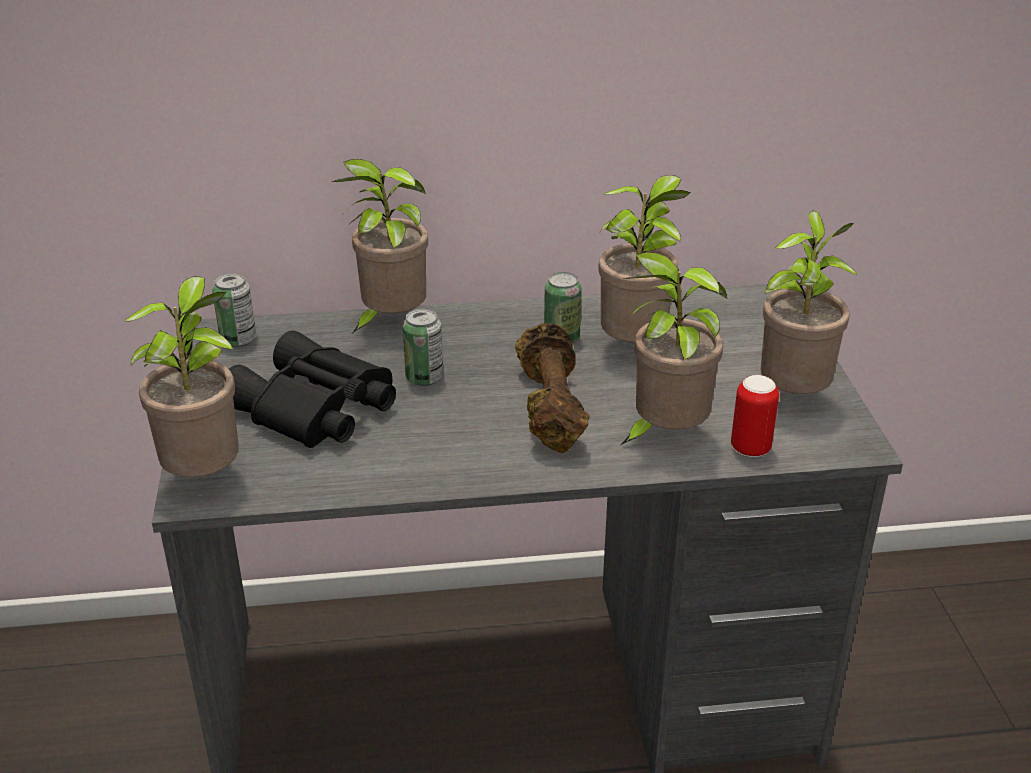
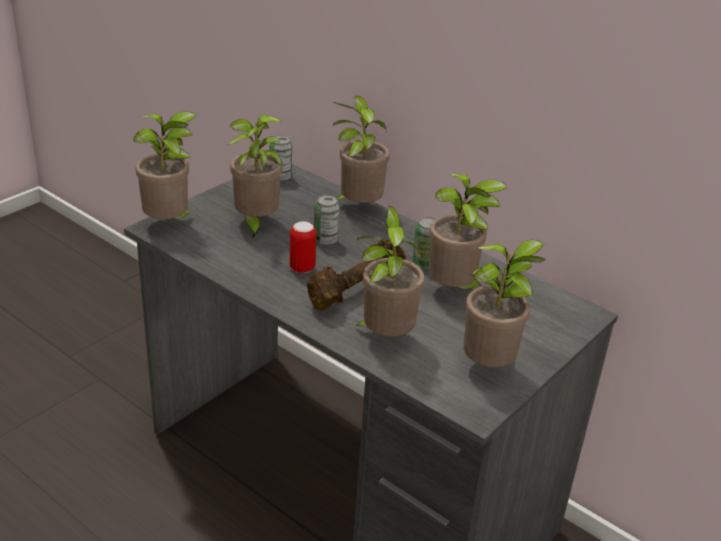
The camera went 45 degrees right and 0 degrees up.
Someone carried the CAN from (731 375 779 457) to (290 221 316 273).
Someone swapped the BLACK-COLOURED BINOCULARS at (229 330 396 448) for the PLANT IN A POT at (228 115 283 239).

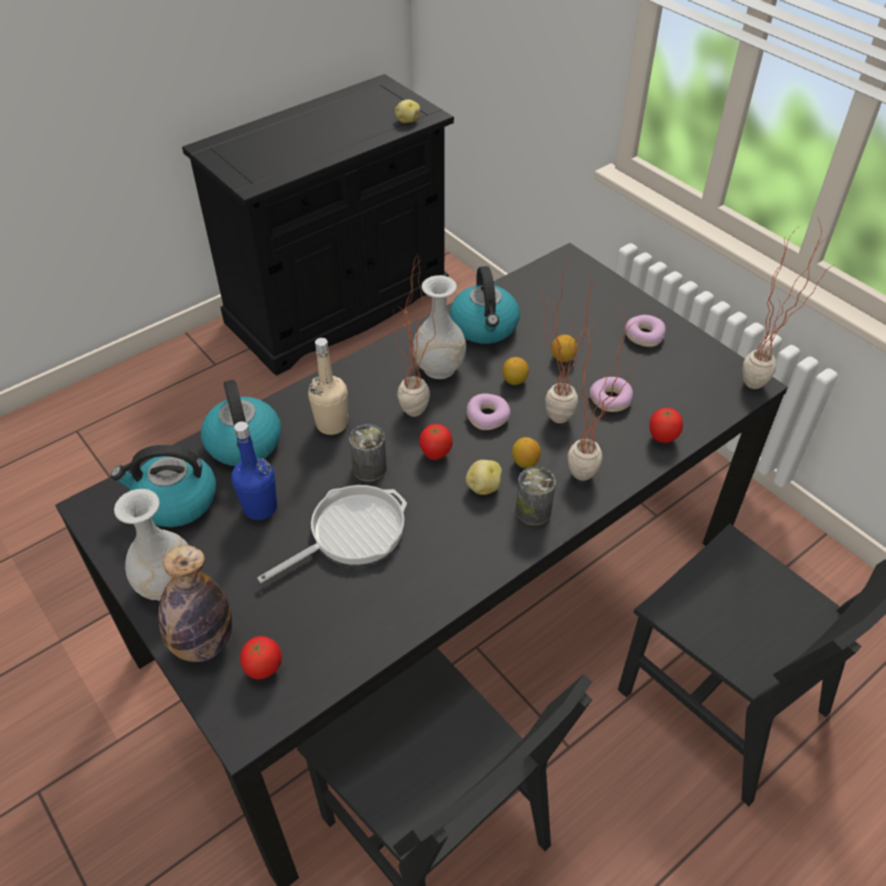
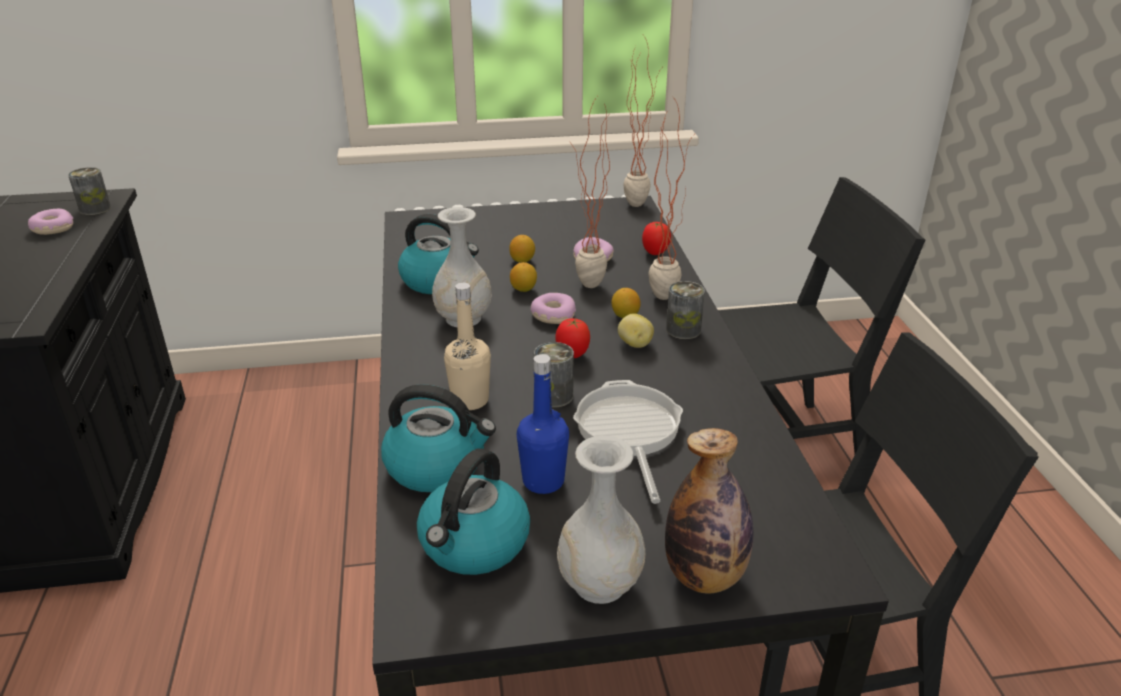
The camera went 60 degrees left and 15 degrees down.
Someone took away the WHOLE TOMATO at (240 636 282 680).
Someone took away the PLANT IN A POT at (393 253 436 417).
Someone carried the DOUGHNUT from (625 315 666 347) to (28 209 73 235).
Someone swapped the POTATO at (395 99 420 123) for the CAN at (68 167 111 215).

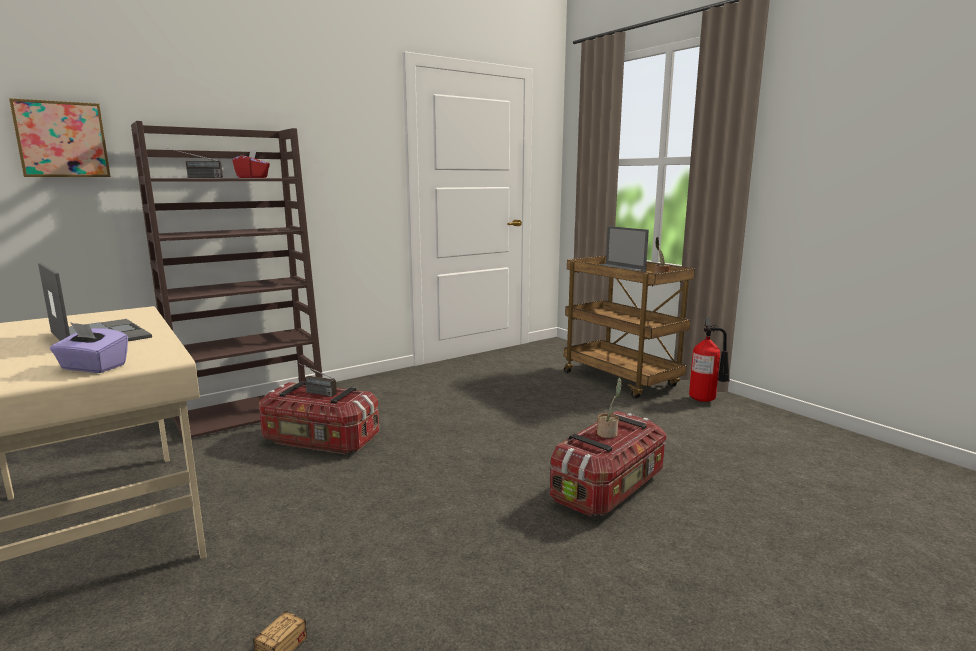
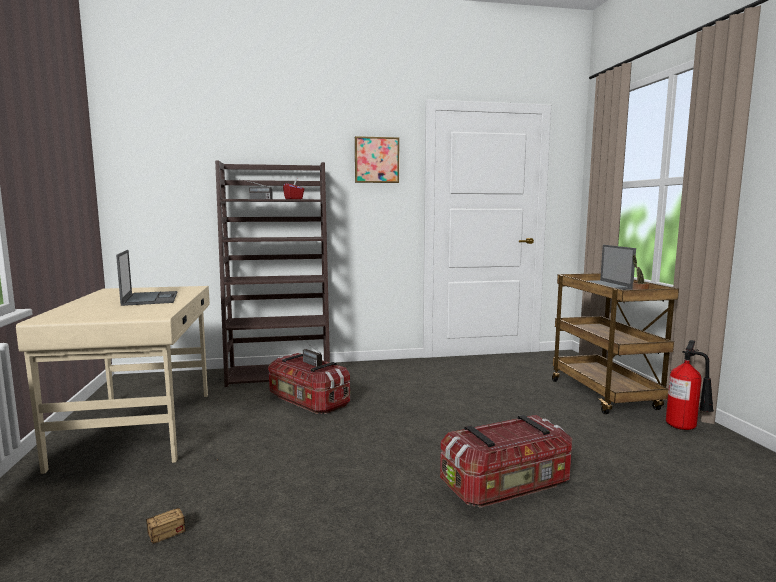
The camera went 25 degrees right and 5 degrees down.
Someone took away the PURPLISH BOX OF TISSUES at (50 322 128 373).
Someone took away the PLANT IN A POT at (597 378 622 438).
Someone carried the WALL PICTURE from (9 98 111 177) to (355 136 399 183).

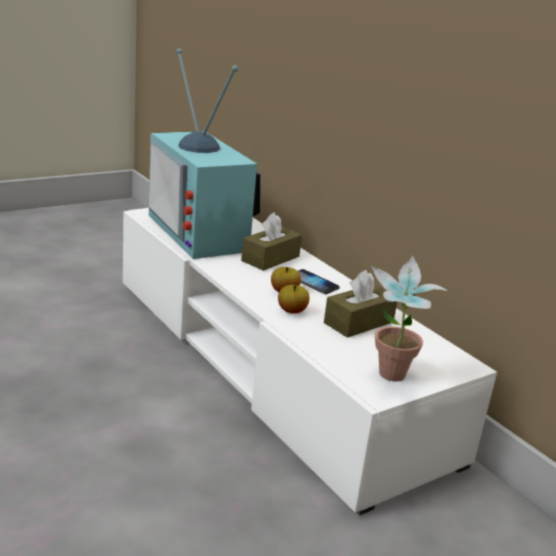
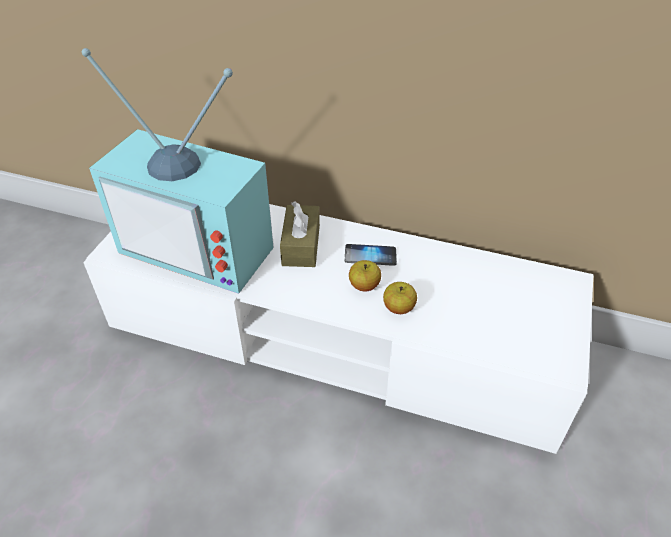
The camera went 35 degrees left and 20 degrees up.
Someone took away the BROWN BOX OF TISSUES at (324 270 397 338).
Someone took away the PLANT IN A POT at (371 256 449 382).

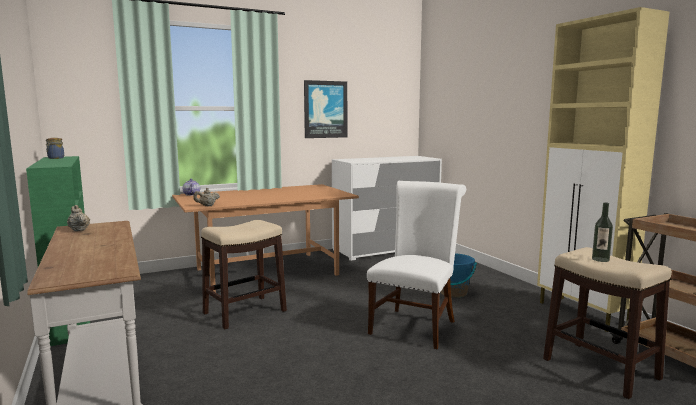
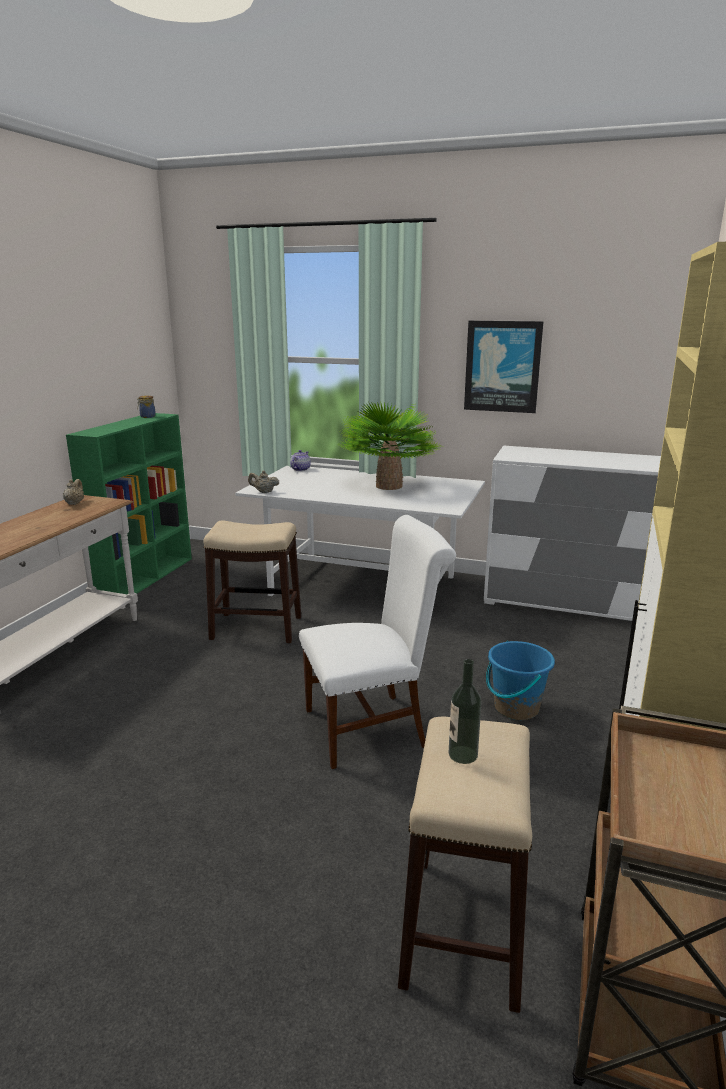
The camera went 45 degrees right and 10 degrees up.
Someone put down the PLANT IN A POT at (339 401 443 490).
Someone repainted the BROWN DINNER TABLE at (172 184 359 292), which became the WHITE DINNER TABLE at (235 466 485 596).

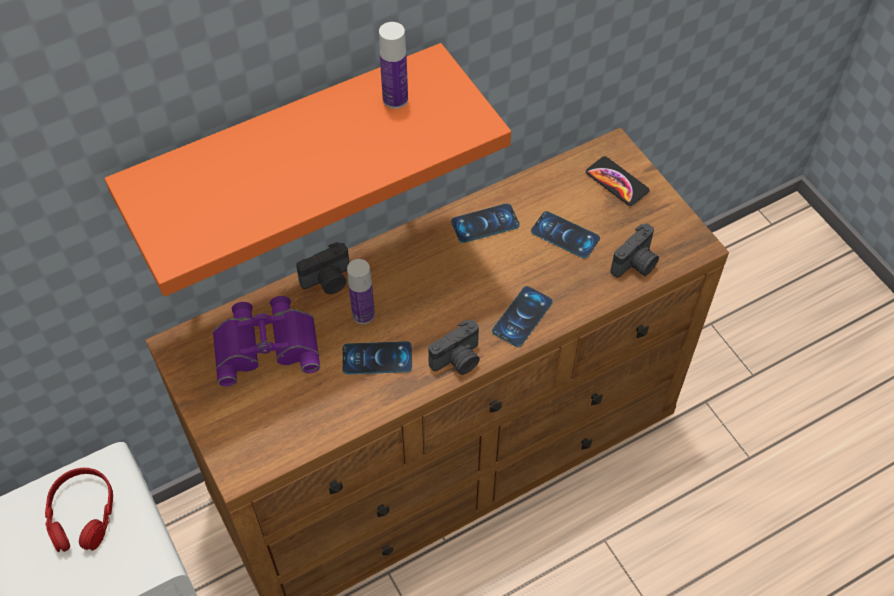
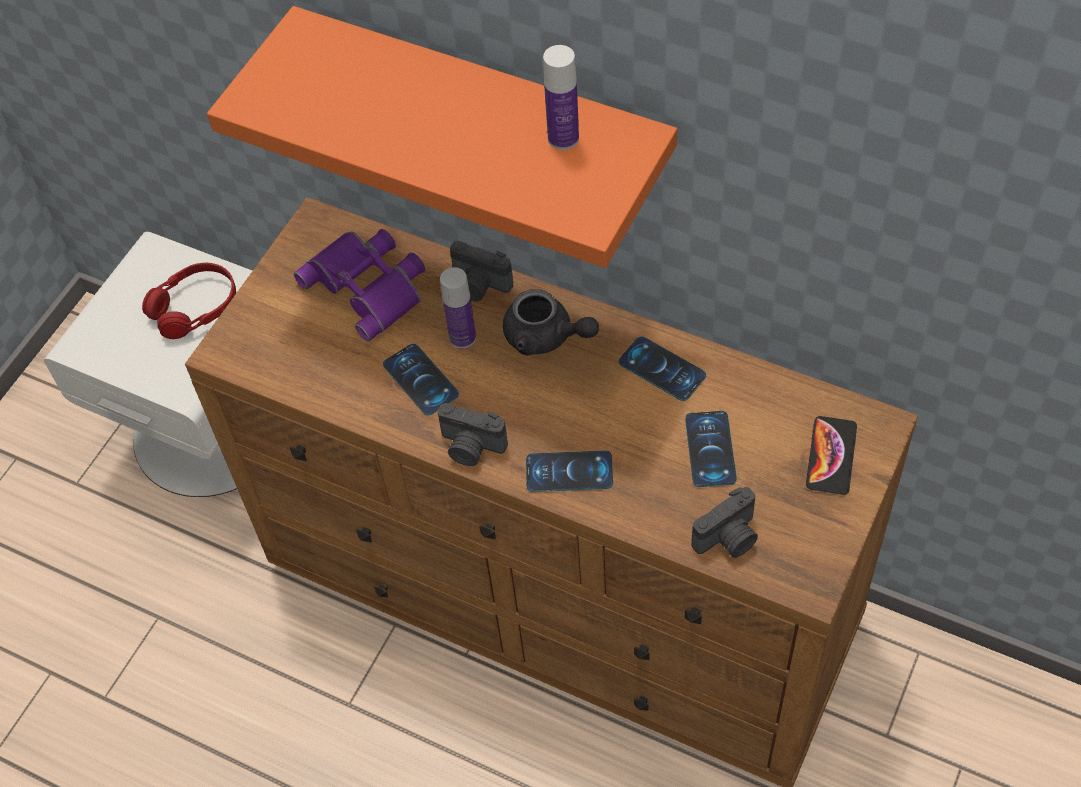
The camera went 60 degrees right and 0 degrees up.
Someone put down the GRAY POT FOR TEA at (503 289 599 356).
Someone rotated the PHOTO CAMERA at (610 224 659 278) by 45 degrees counterclockwise.

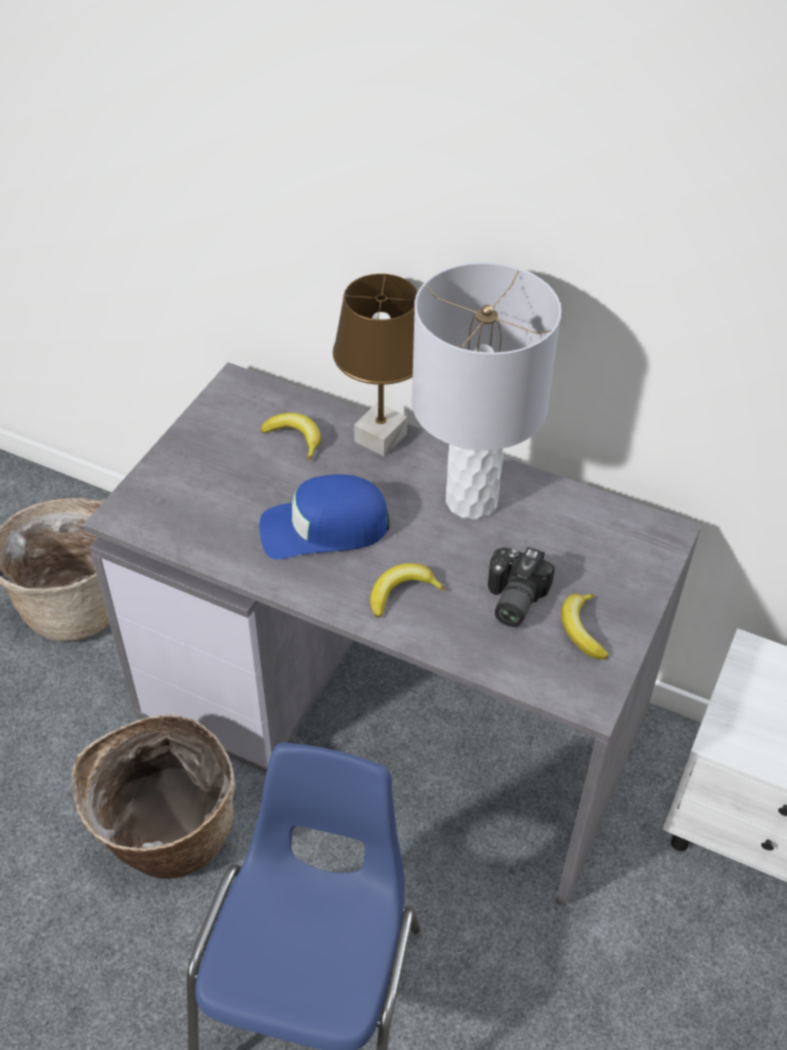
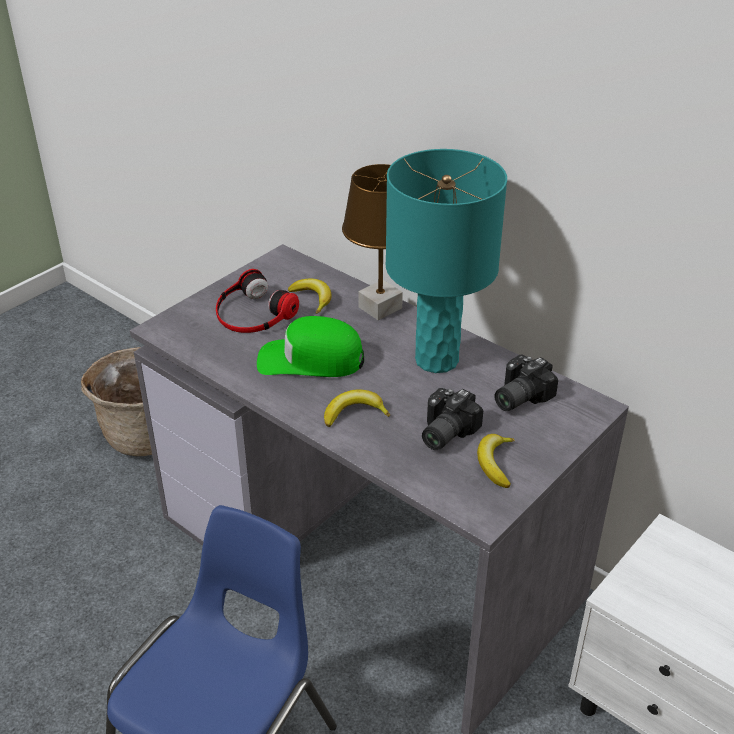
The camera went 15 degrees right and 10 degrees down.
Someone took away the HOUSEHOLD BASKET at (72 714 235 879).
Someone put down the PAIR OF HEADPHONES at (216 269 299 333).
Someone put down the PHOTO CAMERA at (494 355 558 411).
Someone repainted the BLUE PEAKED CAP at (259 474 390 559), which became the GREEN-COLOURED PEAKED CAP at (257 316 364 377).
Someone repainted the GRAY TABLETOP LAMP at (412 262 562 520), which became the TURQUOISE-COLOURED TABLETOP LAMP at (386 149 507 373).

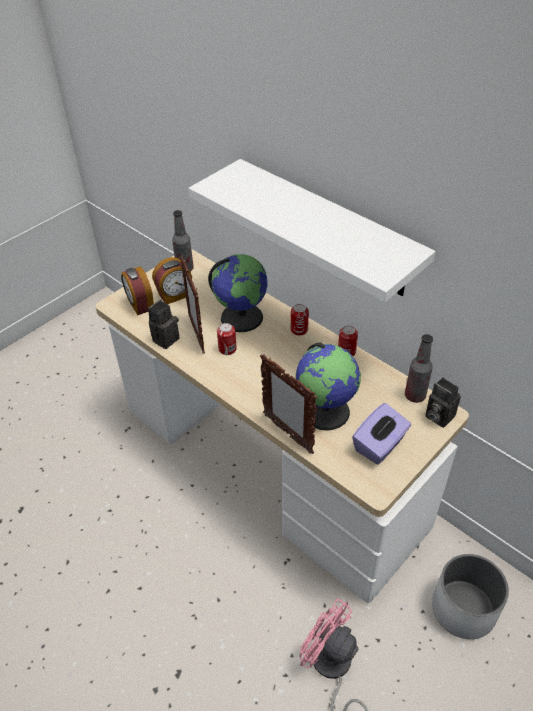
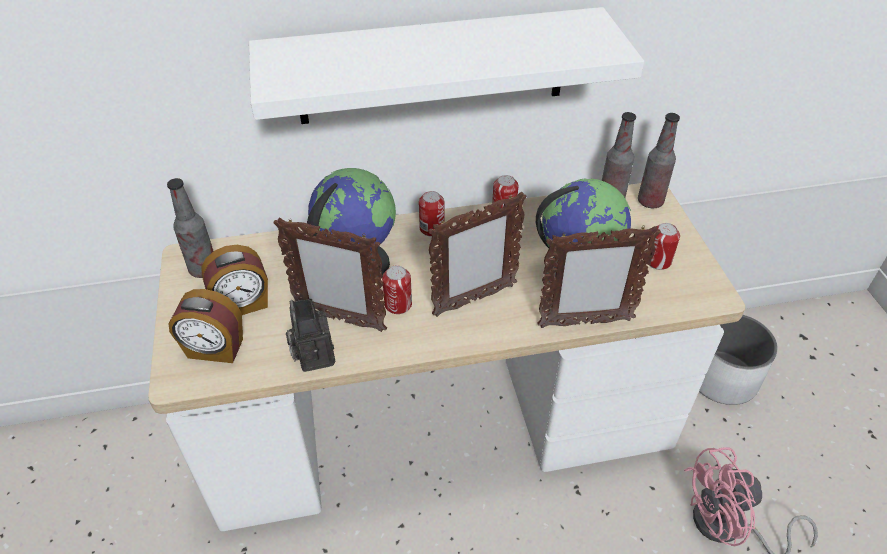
The camera went 55 degrees left and 0 degrees up.
Someone put down the STANDING FRAME at (428 192 527 317).
Someone swapped the PURPLISH BOX OF TISSUES at (352 403 411 465) for the CAN at (648 223 680 270).
Someone swapped the PHOTO CAMERA at (425 378 461 428) for the BOTTLE at (638 113 680 208).
Someone rotated the BEDSIDE CLOCK at (152 257 192 305) by 60 degrees clockwise.

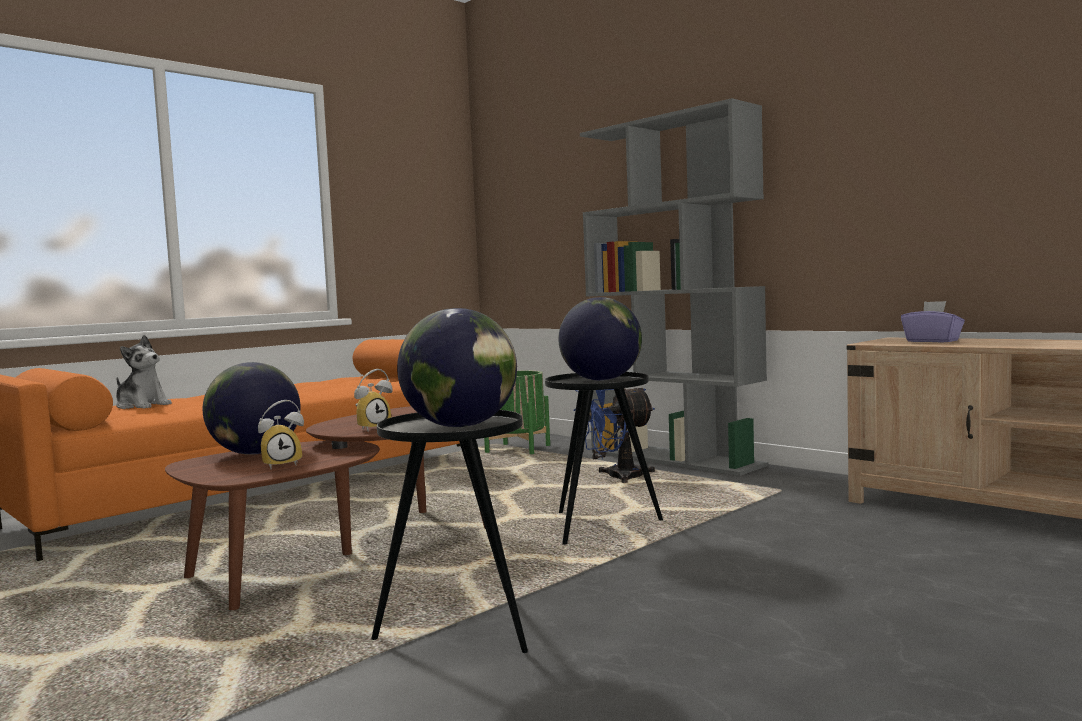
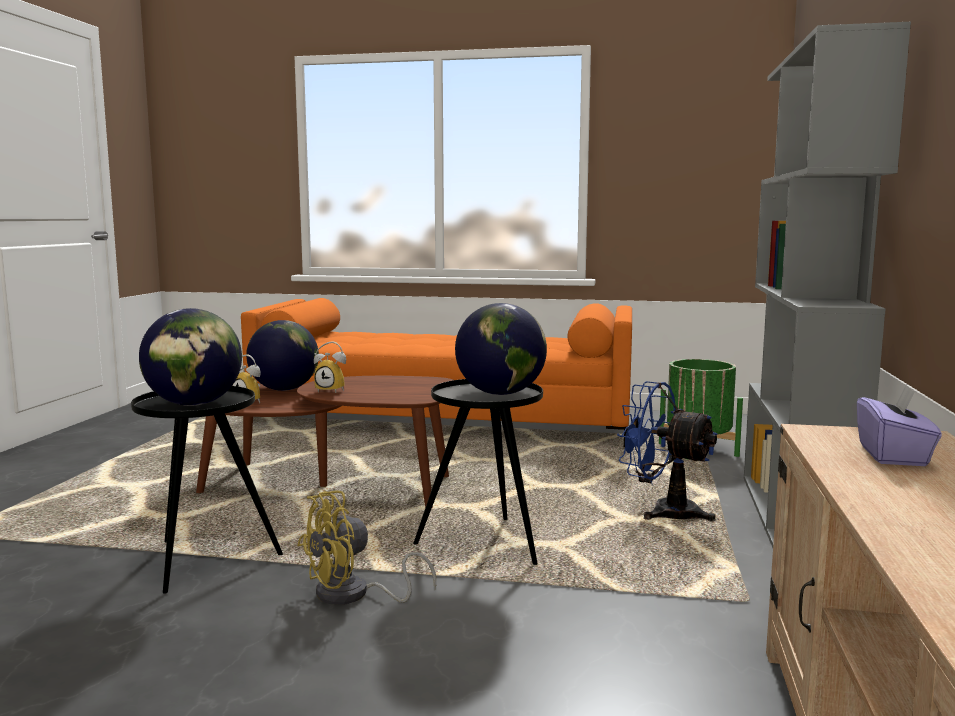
The camera went 55 degrees right and 5 degrees up.
Someone took away the SOFT TOY at (116 335 172 409).
Someone put down the YELLOW COOLING FAN at (297 490 436 605).

